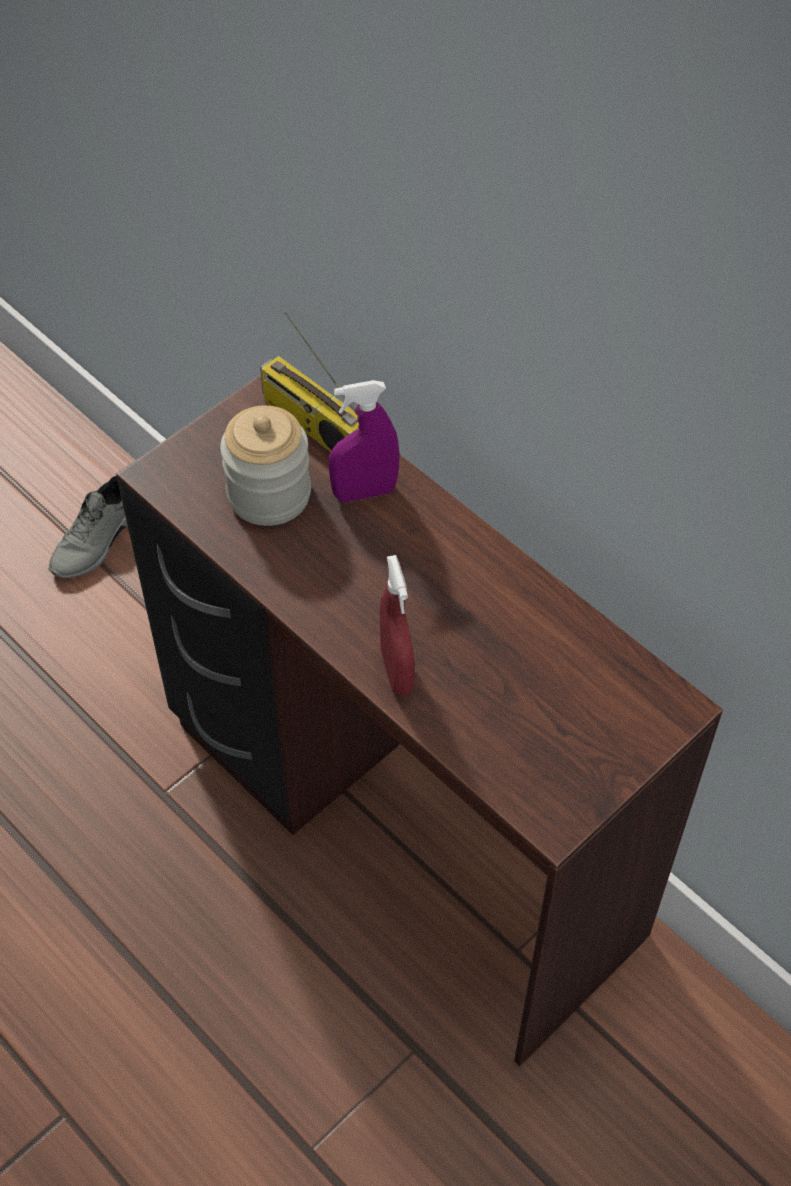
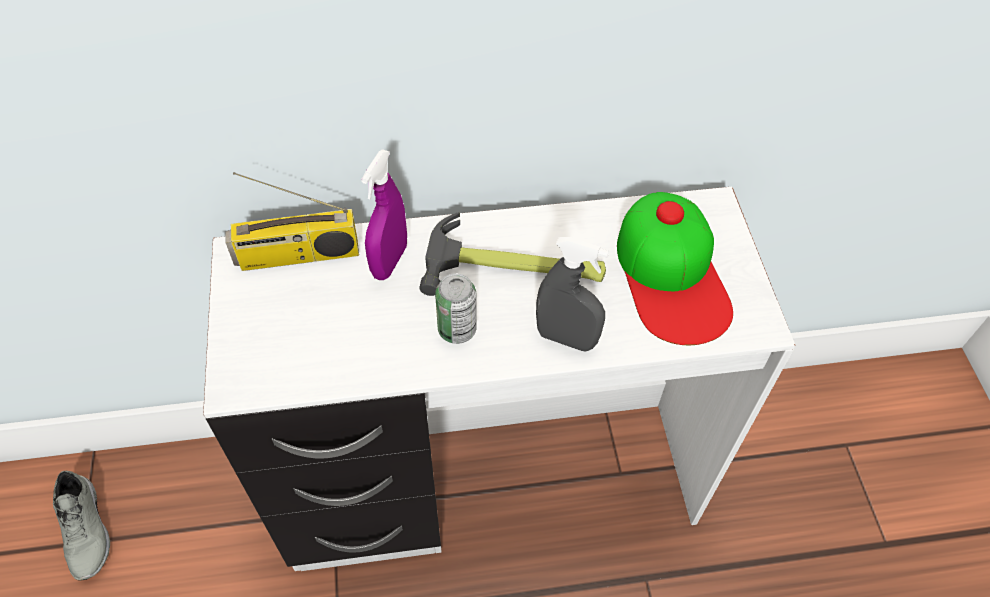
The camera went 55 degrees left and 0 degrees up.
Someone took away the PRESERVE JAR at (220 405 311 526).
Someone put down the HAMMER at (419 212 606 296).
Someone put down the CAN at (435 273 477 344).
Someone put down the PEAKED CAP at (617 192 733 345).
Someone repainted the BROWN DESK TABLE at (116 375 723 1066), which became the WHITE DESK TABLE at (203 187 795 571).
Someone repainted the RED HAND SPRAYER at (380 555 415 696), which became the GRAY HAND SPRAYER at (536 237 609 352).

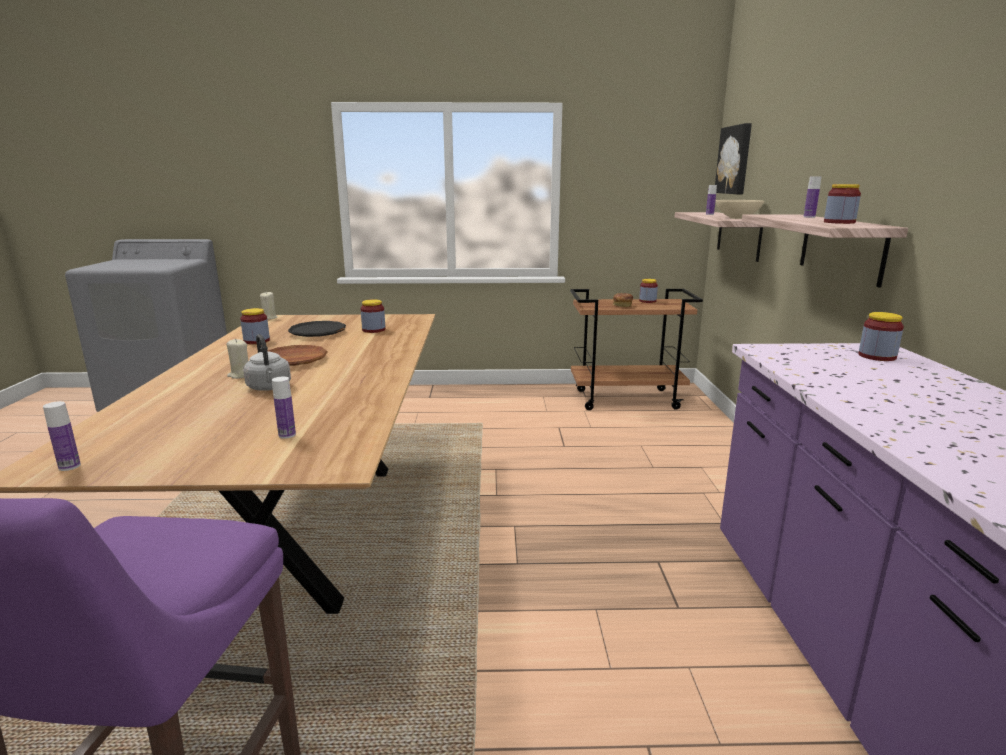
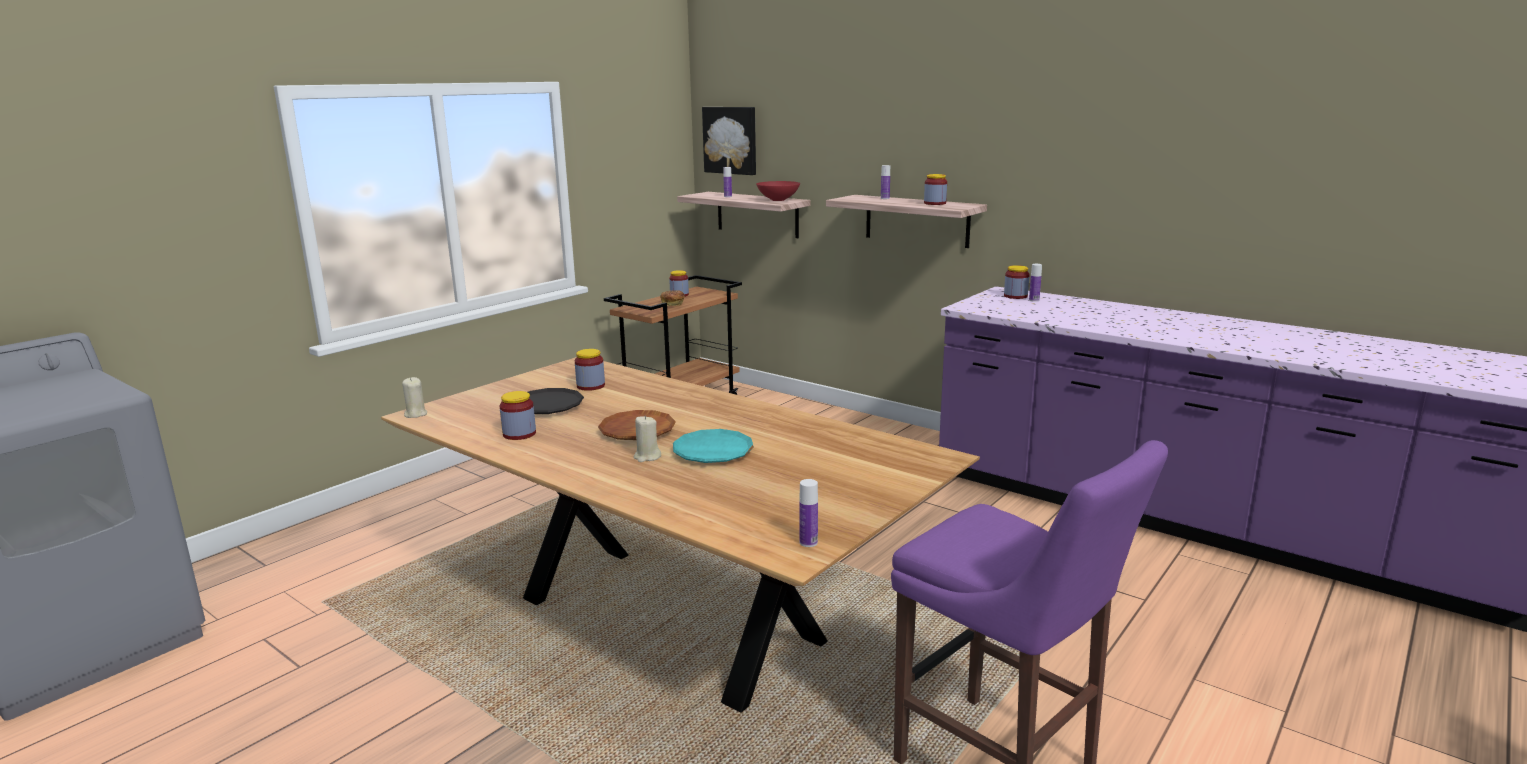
The camera went 50 degrees left and 0 degrees up.
Someone carried the BOTTLE from (272 376 296 439) to (1029 264 1042 302).
Someone swapped the GRAY TEA KETTLE at (243 334 291 391) for the TURQUOISE-COLOURED PLATE at (673 429 754 463).
Someone repainted the BEIGE BOWL at (715 200 764 219), which became the RED BOWL at (756 181 800 201).

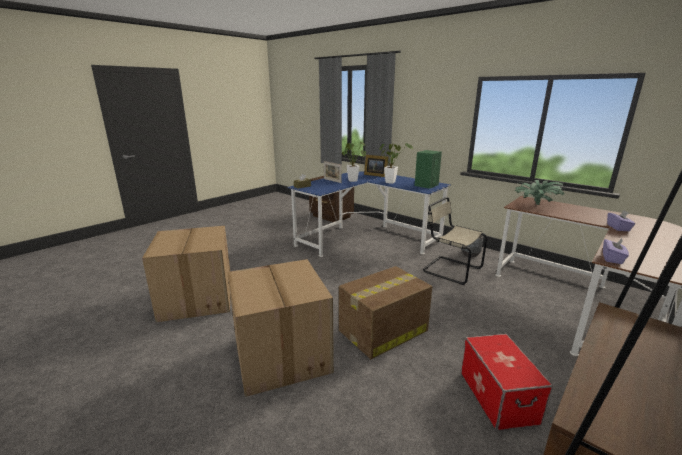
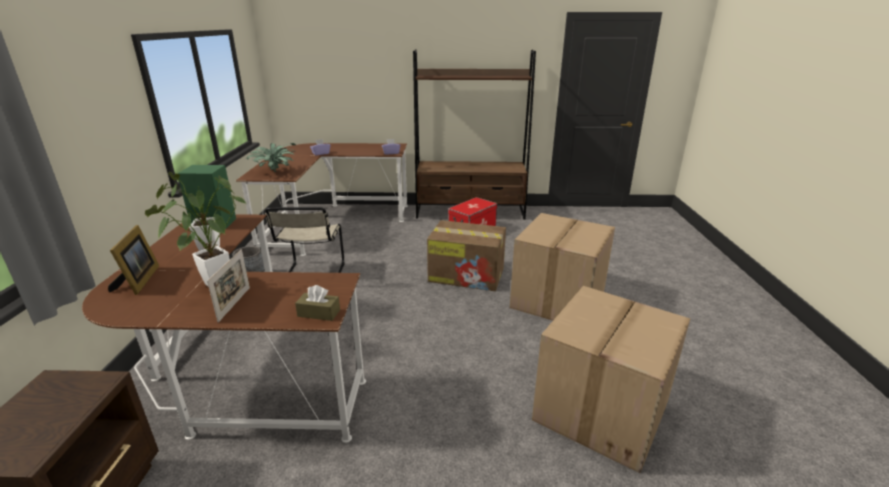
The camera went 130 degrees left and 5 degrees up.
Someone repainted the BLUE DESK TABLE at (287 171 451 257), which became the BROWN DESK TABLE at (82 214 366 443).

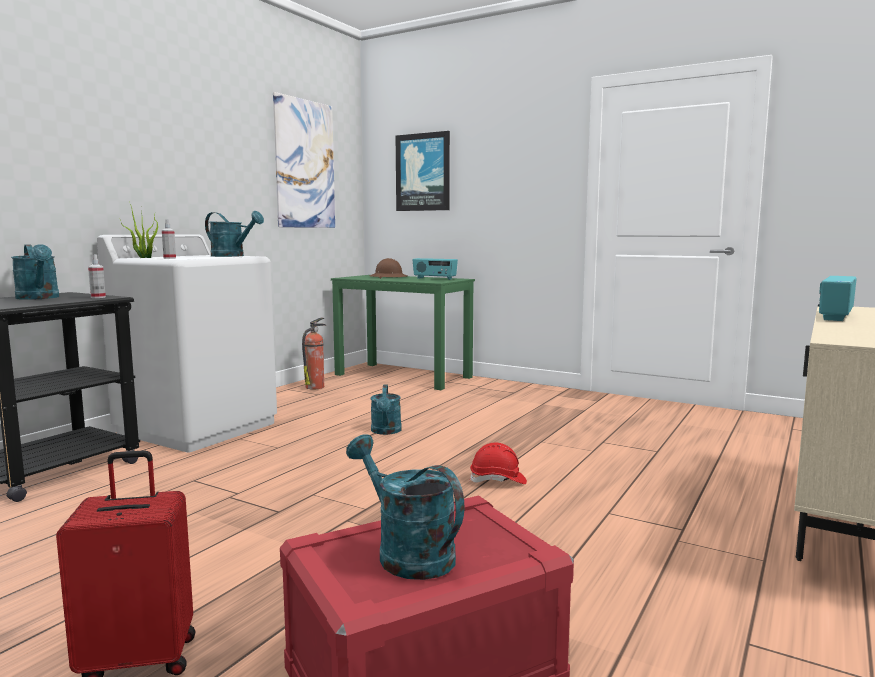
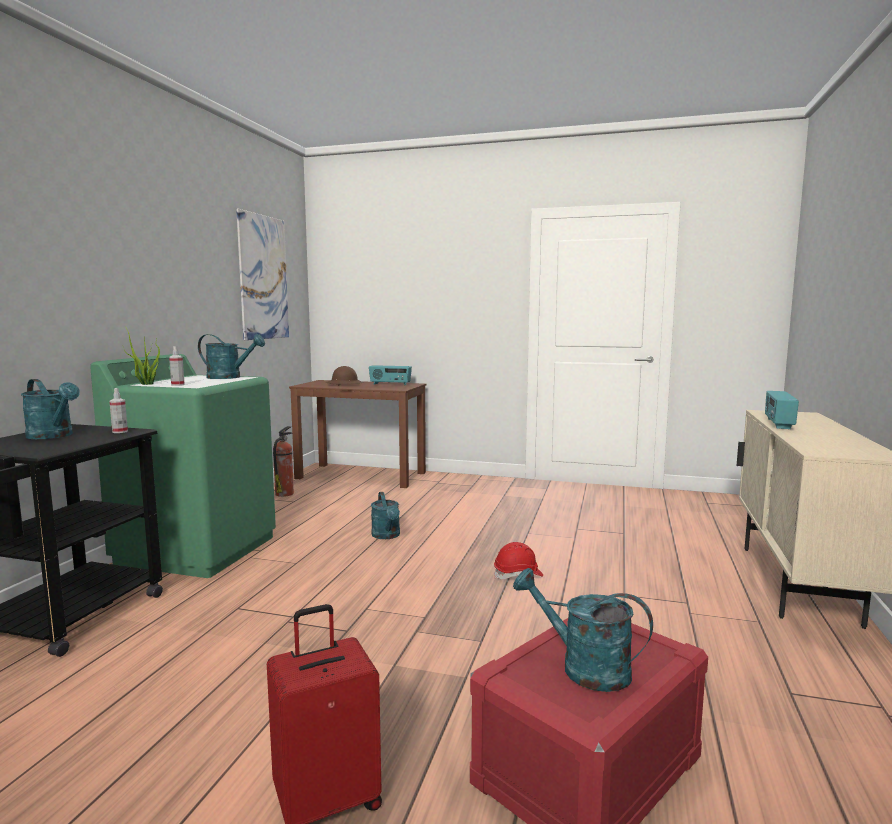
The camera went 15 degrees left and 0 degrees up.
Someone took away the WALL PICTURE at (396 131 450 211).
Someone repainted the WHITE LAUNDRY APPLIANCE at (97 234 277 453), which became the GREEN-COLOURED LAUNDRY APPLIANCE at (90 354 276 578).
Someone repainted the GREEN-COLOURED DESK TABLE at (331 275 475 390), which became the BROWN DESK TABLE at (289 380 426 488).

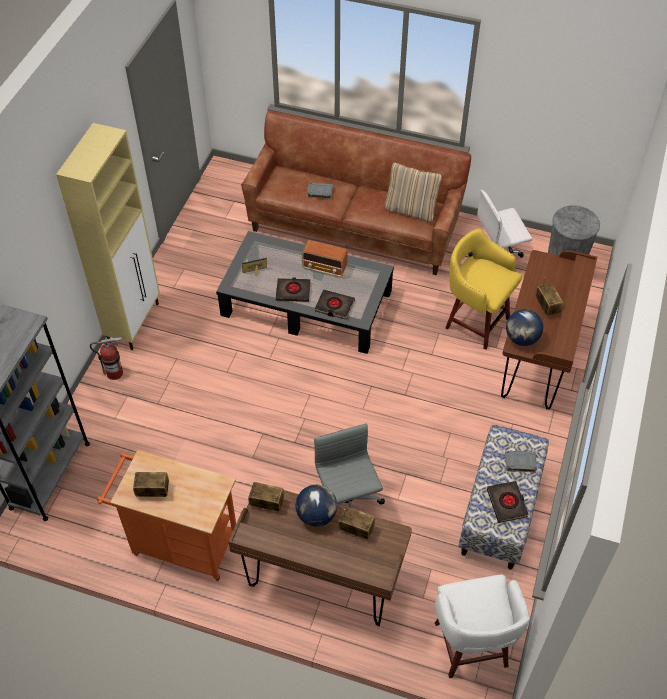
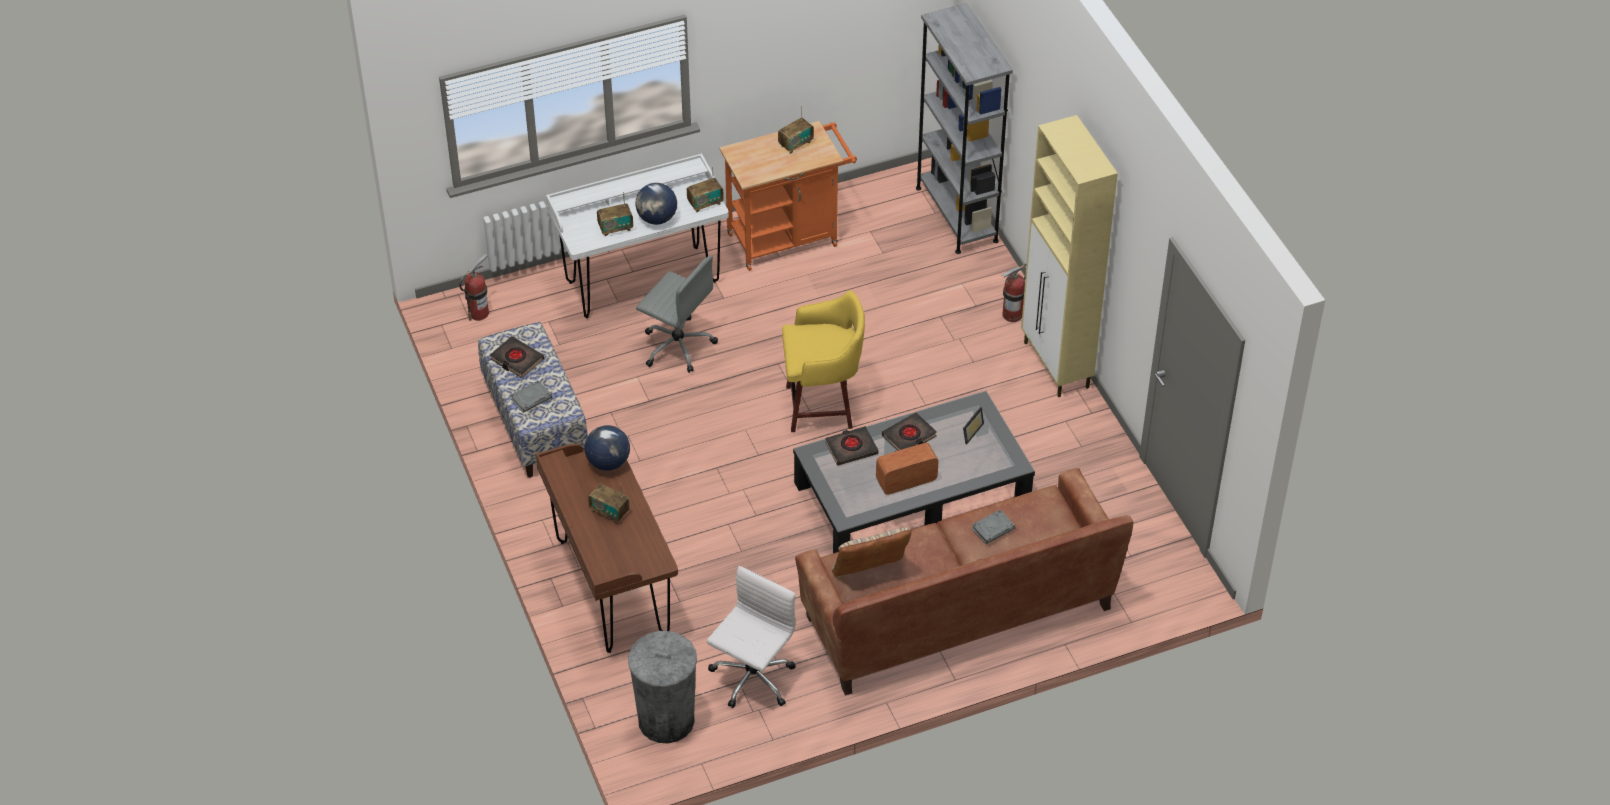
The camera went 140 degrees right and 5 degrees down.
Someone carried the YELLOW STOOL SEAT from (445 228 522 350) to (782 290 865 432).
Someone swapped the WHITE STOOL SEAT at (435 575 530 678) for the EXTINGUISHER at (459 254 489 321).
Someone repainted the BROWN DESK TABLE at (229 490 412 626), which became the WHITE DESK TABLE at (546 153 729 318).

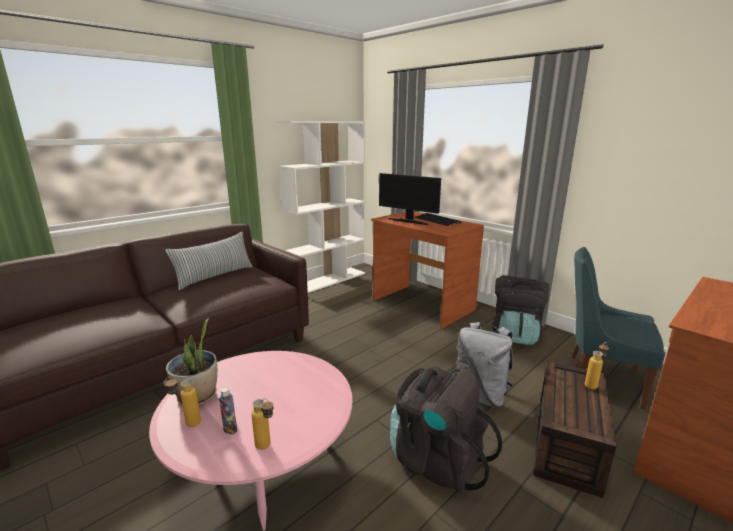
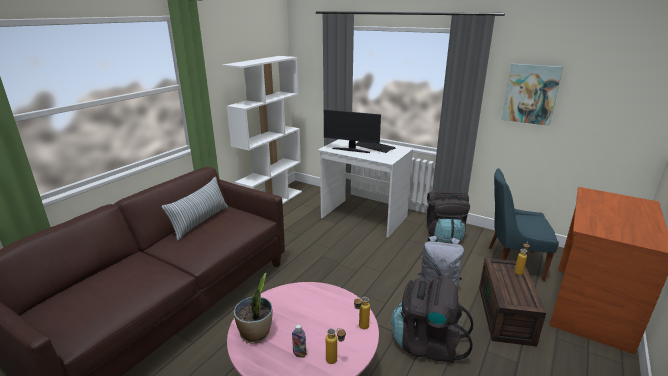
The camera went 15 degrees left and 5 degrees up.
Someone put up the WALL PICTURE at (501 63 563 126).
Someone carried the BOTTLE from (164 376 201 427) to (354 297 370 329).
Someone repainted the BROWN DESK TABLE at (371 211 484 329), which became the WHITE DESK TABLE at (318 139 413 238).

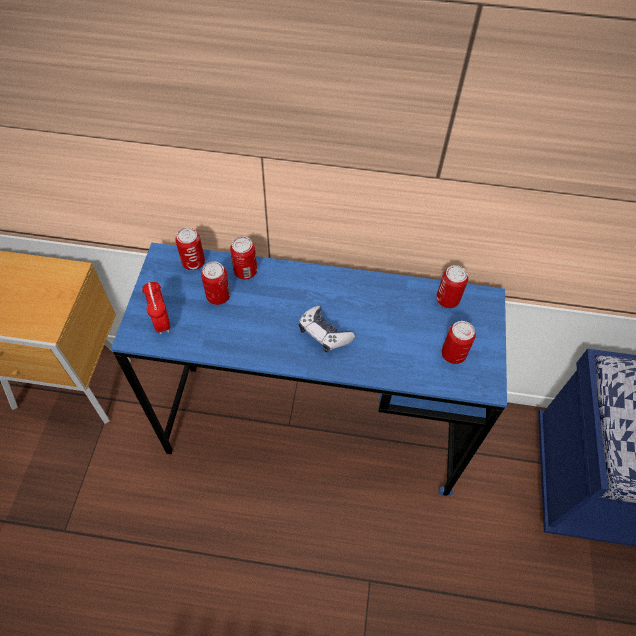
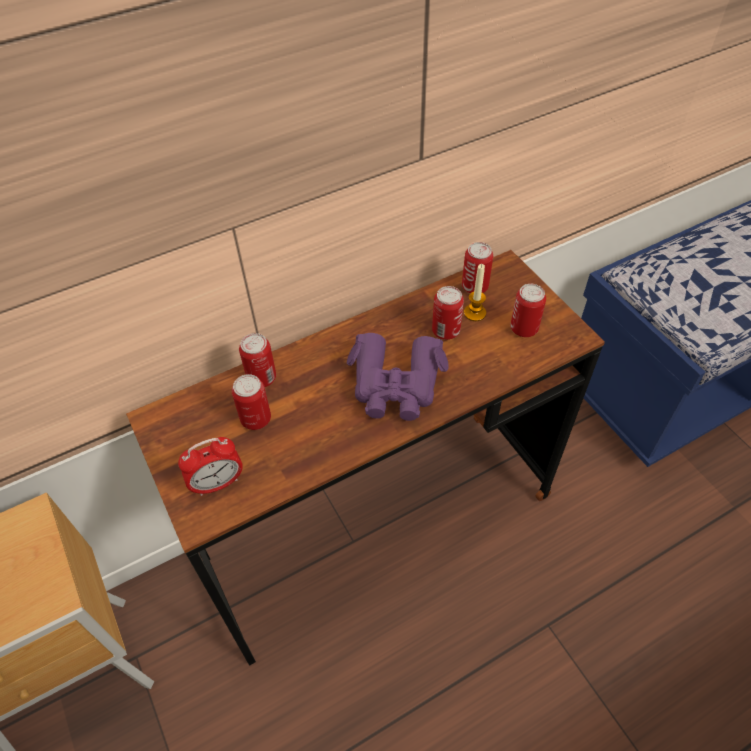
The camera went 35 degrees left and 5 degrees down.
Someone put down the WAX LIGHT at (464 264 486 321).
Someone carried the CAN from (175 227 205 270) to (432 286 464 340).
Someone swapped the GAME CONTROLLER at (299 306 355 352) for the PURPLISH BINOCULARS at (347 333 449 421).
Someone repainted the BLUE DESK TABLE at (111 243 507 496), which became the BROWN DESK TABLE at (126 250 605 666).
Someone rotated the BEDSIDE CLOCK at (142 281 170 334) by 60 degrees counterclockwise.

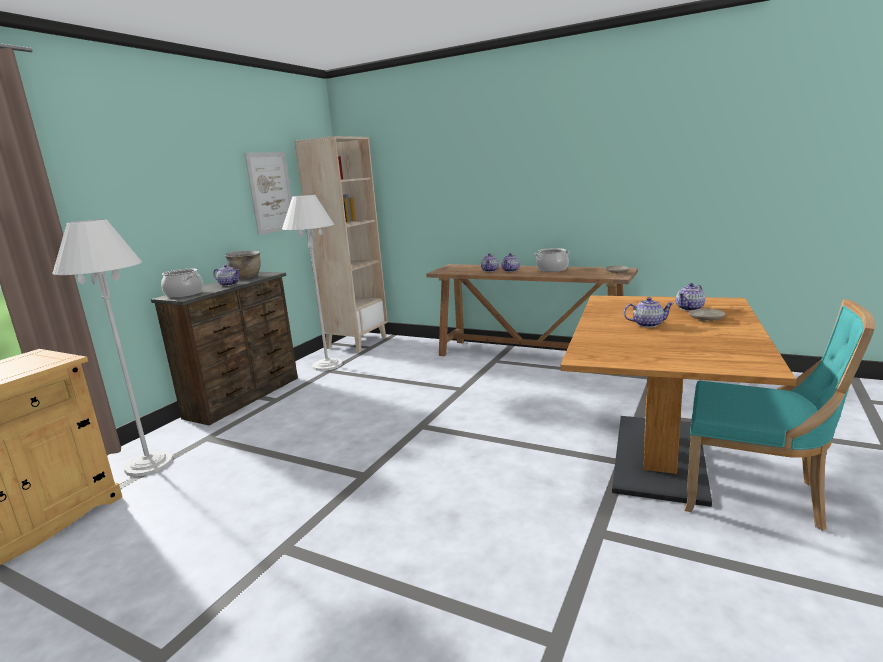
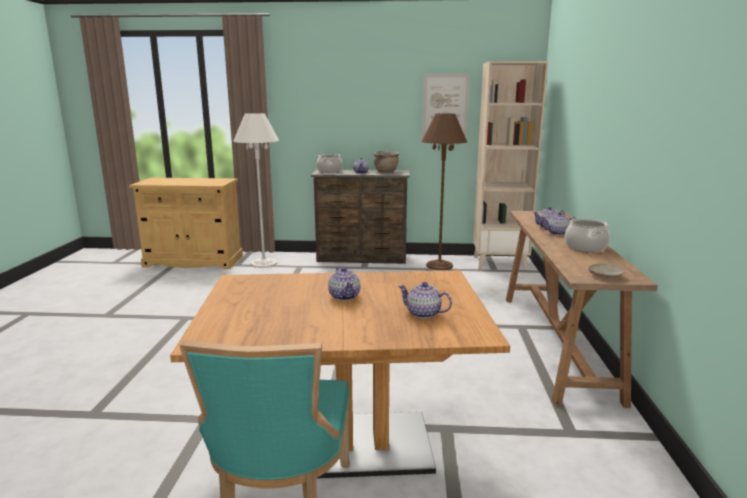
The camera went 65 degrees right and 0 degrees up.
Someone took away the BEIGE PLATE at (688 308 726 322).
Someone repainted the WHITE FLOOR LAMP at (282 195 343 371), which became the BROWN FLOOR LAMP at (421 113 467 270).

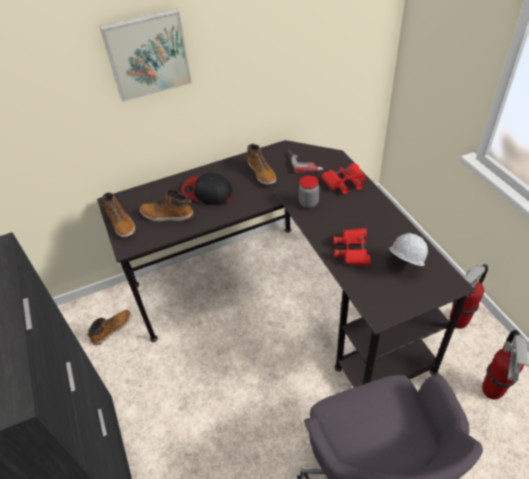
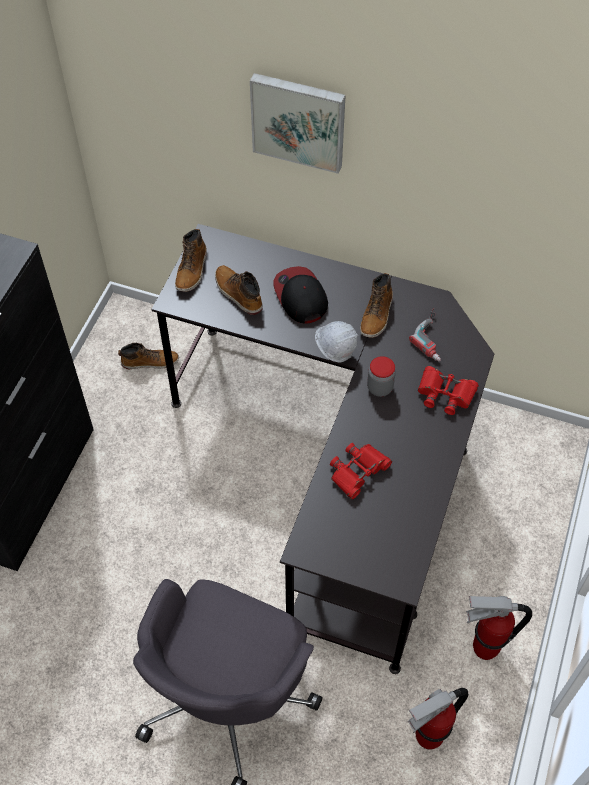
The camera went 40 degrees right and 10 degrees up.
Someone carried the WHITE HARD HAT from (389 233 428 266) to (315 321 358 362).

